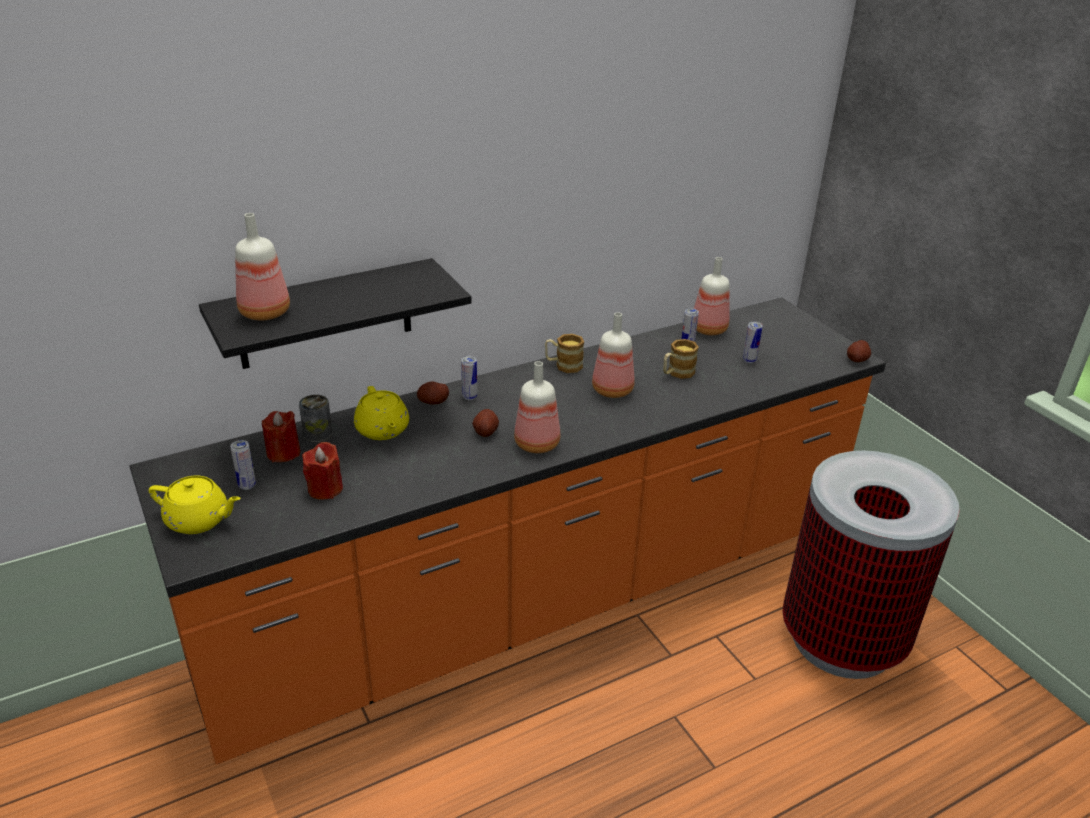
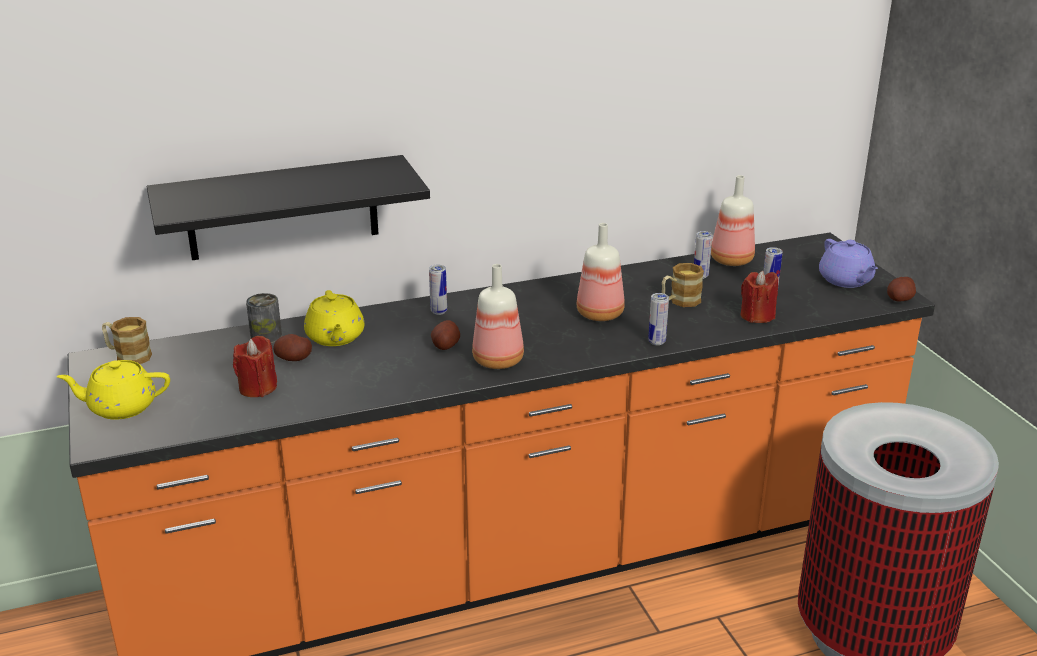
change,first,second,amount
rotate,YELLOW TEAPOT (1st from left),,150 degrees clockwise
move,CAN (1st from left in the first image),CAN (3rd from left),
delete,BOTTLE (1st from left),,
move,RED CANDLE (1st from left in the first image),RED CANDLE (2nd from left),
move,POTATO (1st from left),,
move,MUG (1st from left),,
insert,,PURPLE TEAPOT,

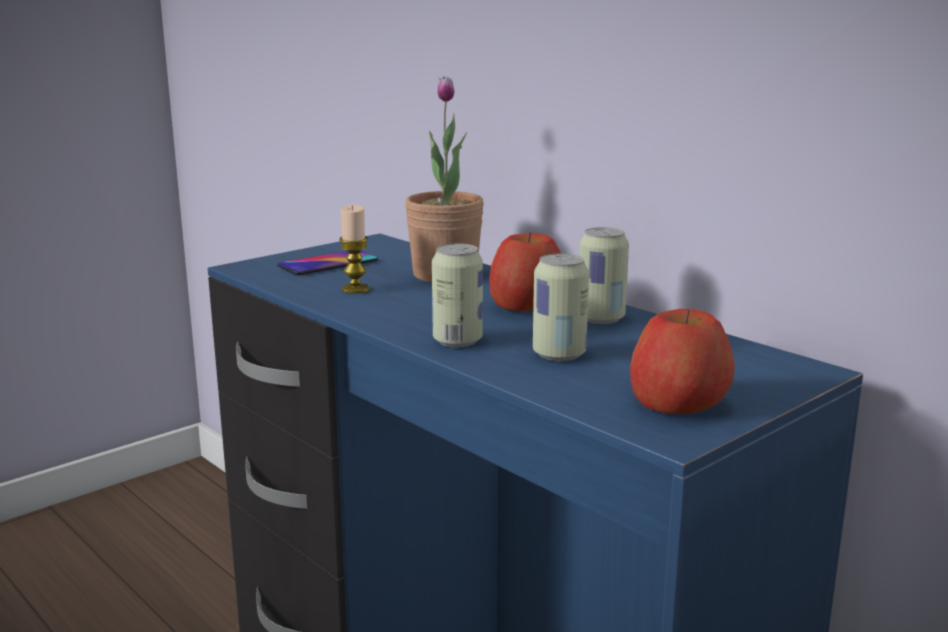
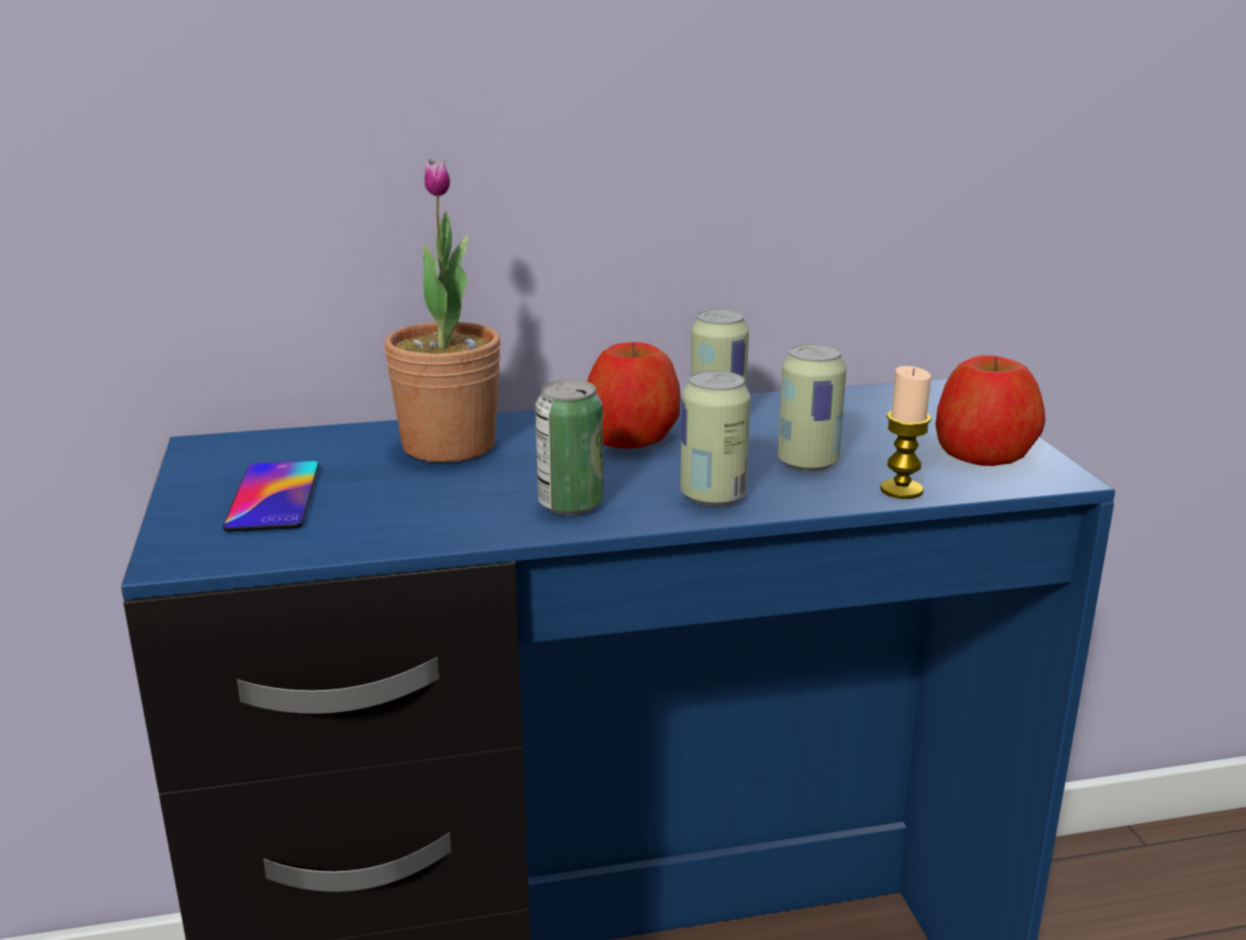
change,first,second,amount
move,CANDLE,,
insert,,CAN (1st from left),

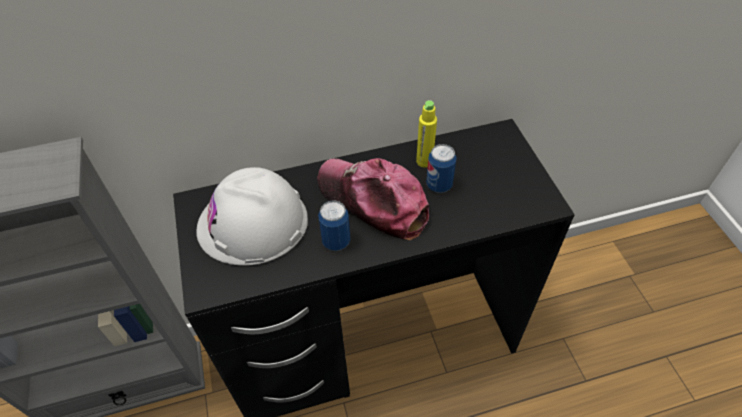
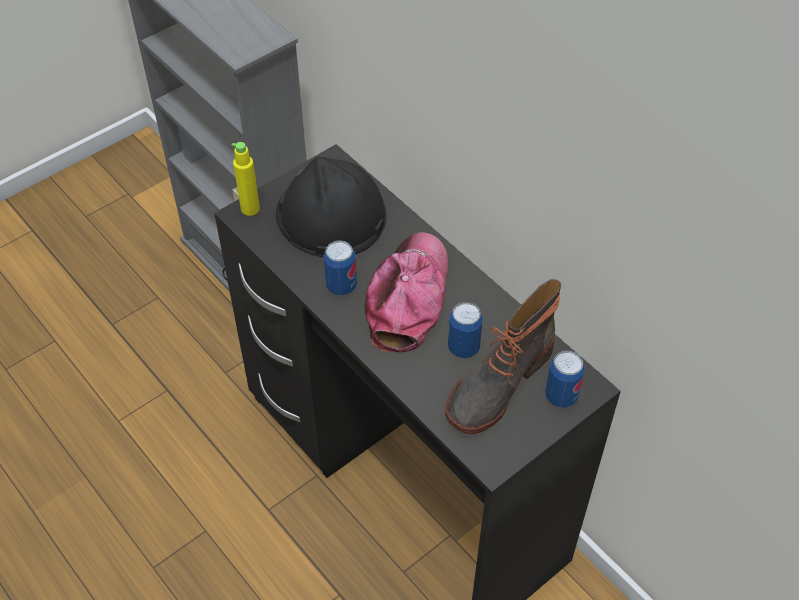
change,first,second,amount
recolor,WHITE HARD HAT,BLACK HARD HAT,
move,YELLOW BOTTLE,,
insert,,BOOT,
insert,,CAN (3rd from left),

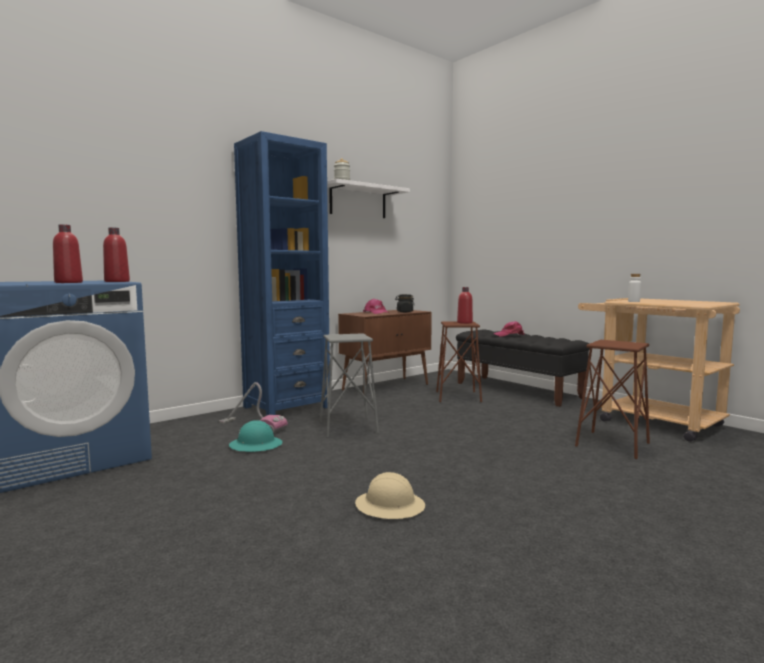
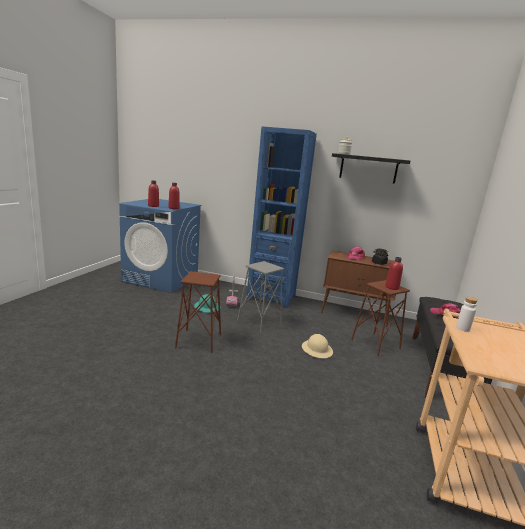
change,first,second,amount
recolor,WHITE SHELF,BLACK SHELF,
move,BEIGE HARD HAT,,
move,BROWN STOOL (2nd from left in the first image),BROWN STOOL (1st from left),

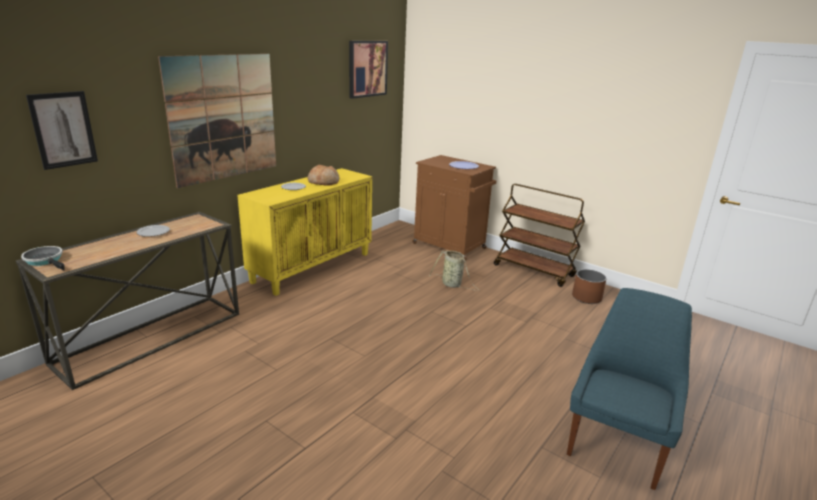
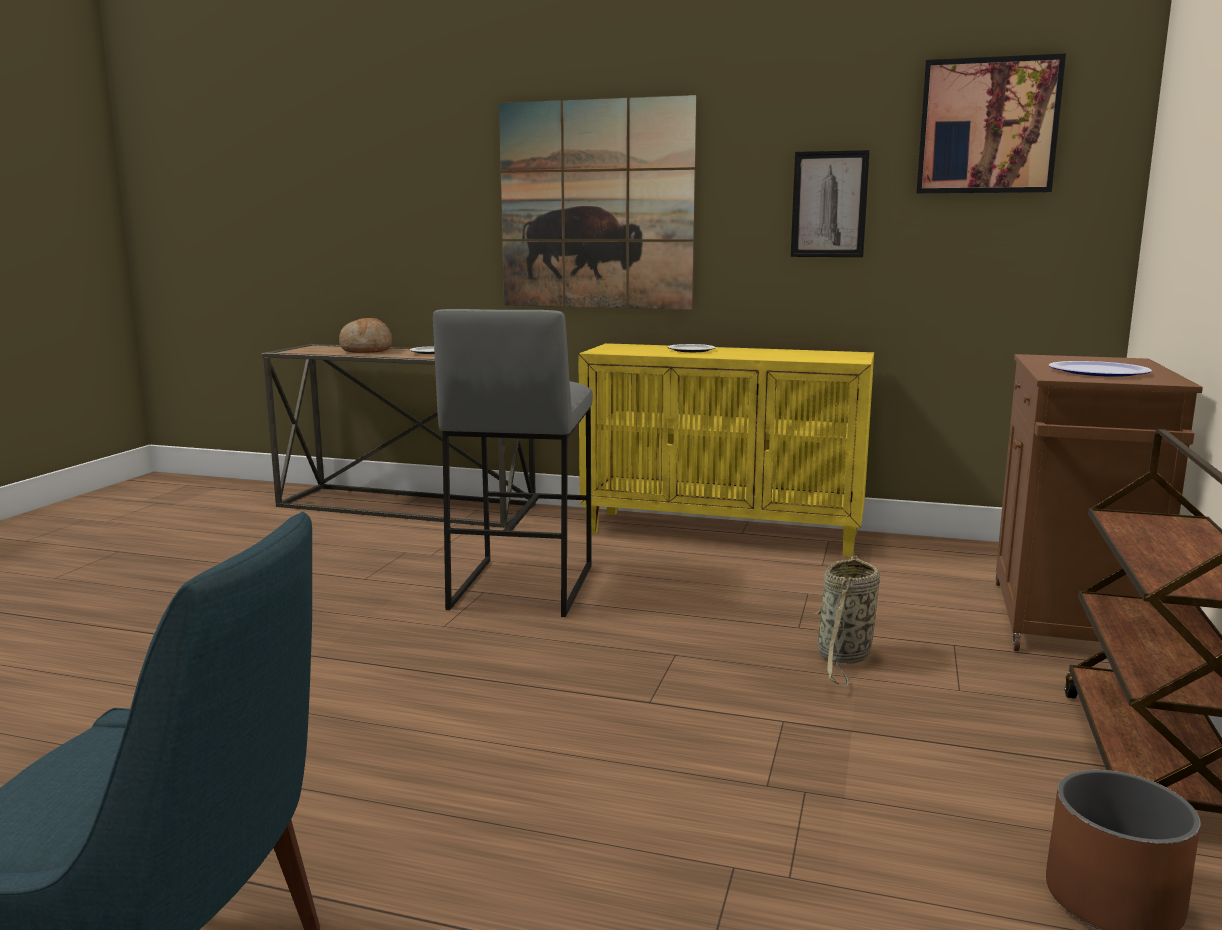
change,first,second,amount
delete,FRYING PAN,,
move,PICTURE (1st from left in the first image),PICTURE (2nd from left),
move,BREAD,,
insert,,GREY STOOL,

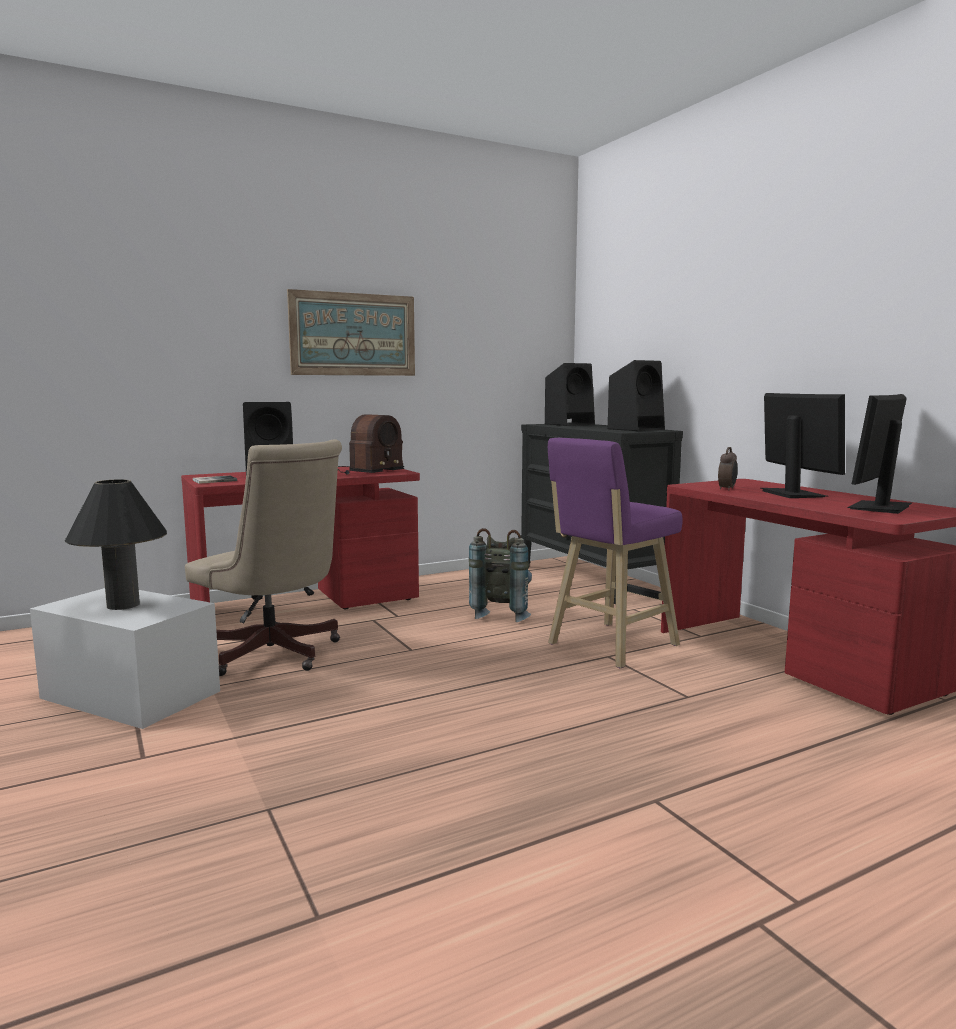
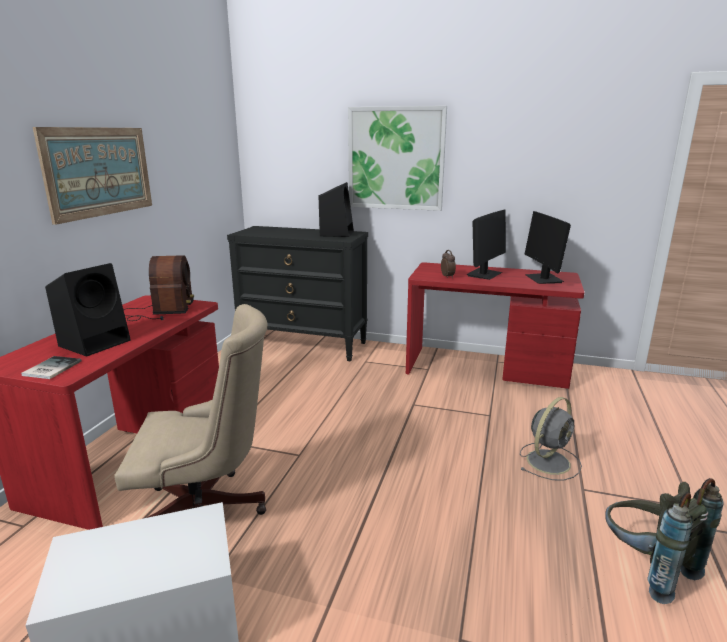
change,first,second,amount
delete,BLACK TABLE LAMP,,
move,GREY BACKPACK,,
delete,BLACK SPEAKER (2nd from left),,
delete,PURPLE STOOL,,
rotate,MONITOR (1st from left),,90 degrees clockwise
insert,,PICTURE (2nd from left),
insert,,GREY FAN,

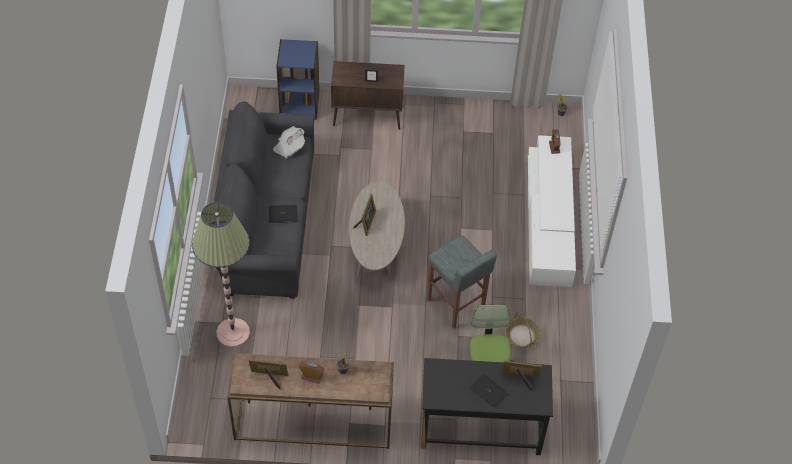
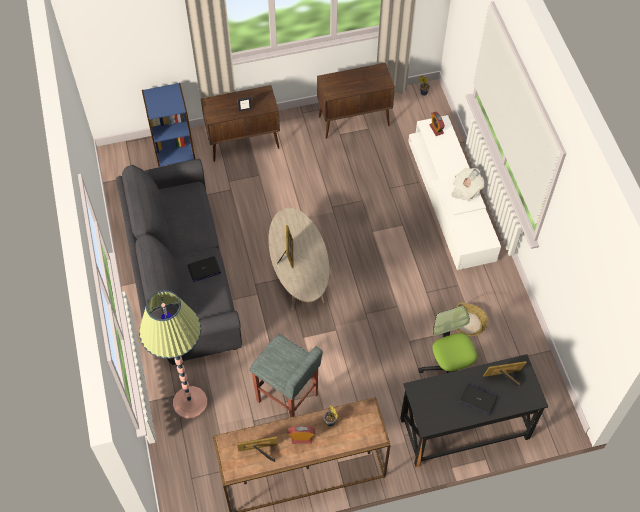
change,first,second,amount
move,NEWSPAPER,,
move,GREY STOOL,,
insert,,BROWN CABINET (2nd from left),

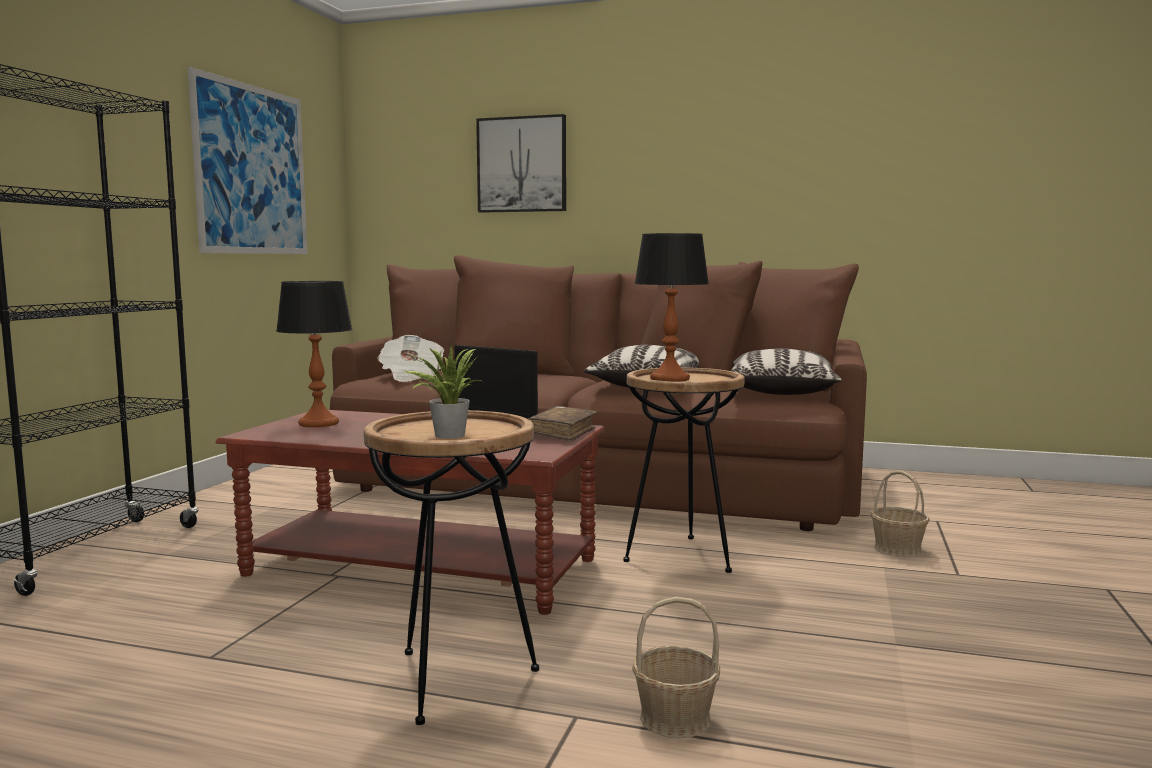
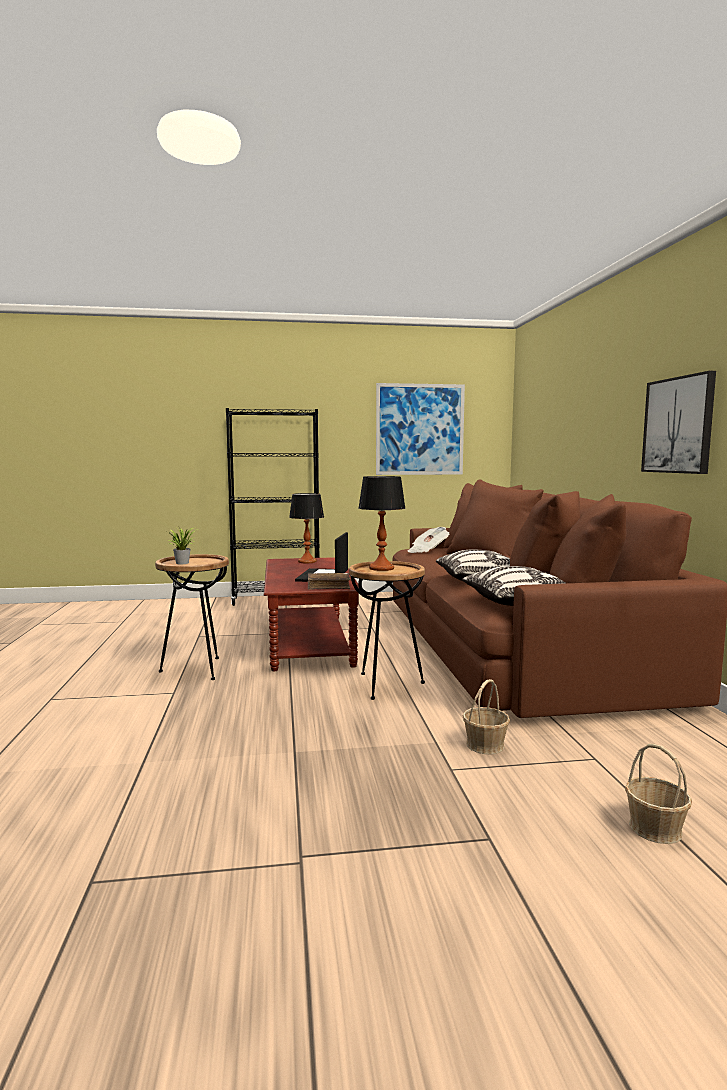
change,first,second,amount
move,PICTURE (2nd from left),,
move,BASKET (1st from left in the first image),BASKET (2nd from left),

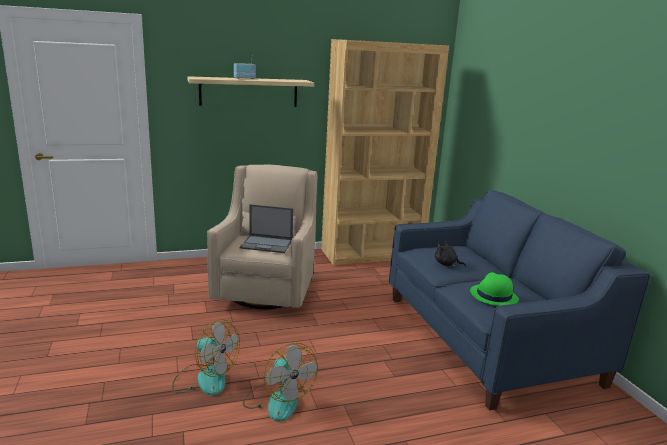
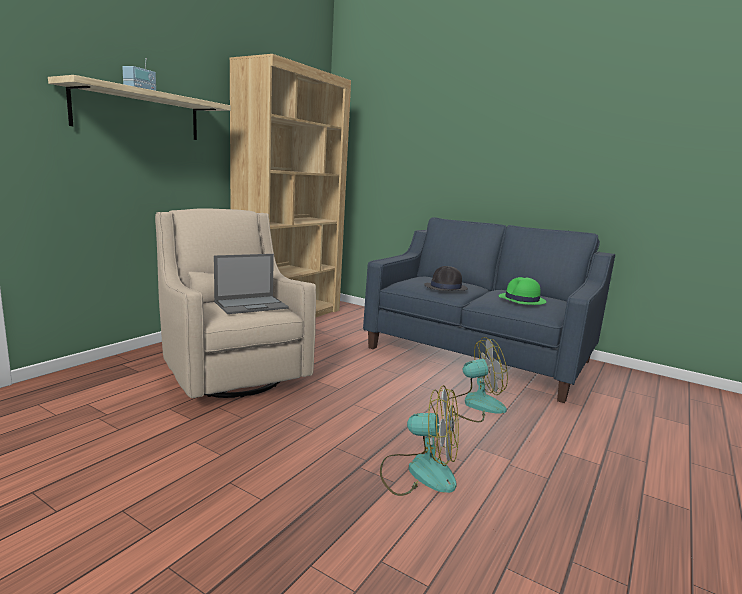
change,first,second,amount
move,FAN (1st from left in the first image),FAN (2nd from left),
replace,BLACK PLUSH TOY,BLACK HAT,

